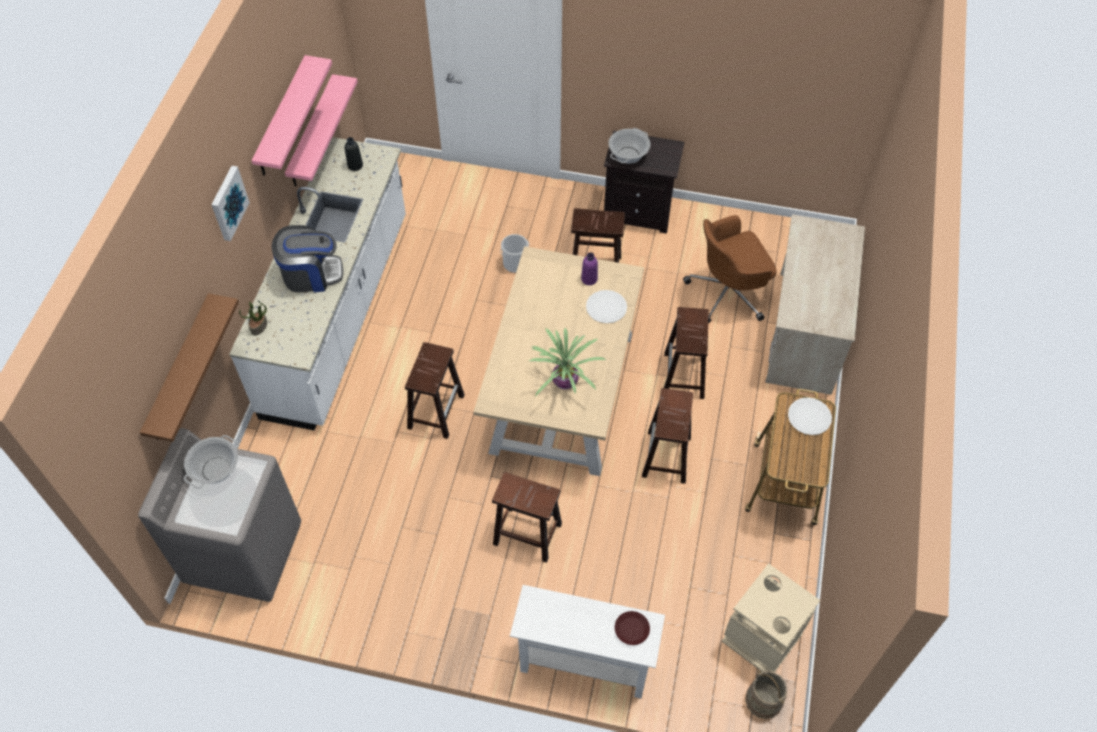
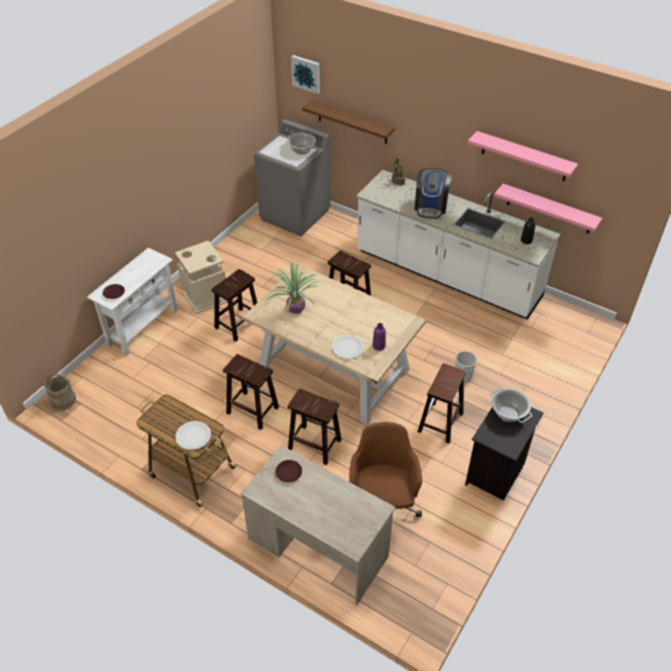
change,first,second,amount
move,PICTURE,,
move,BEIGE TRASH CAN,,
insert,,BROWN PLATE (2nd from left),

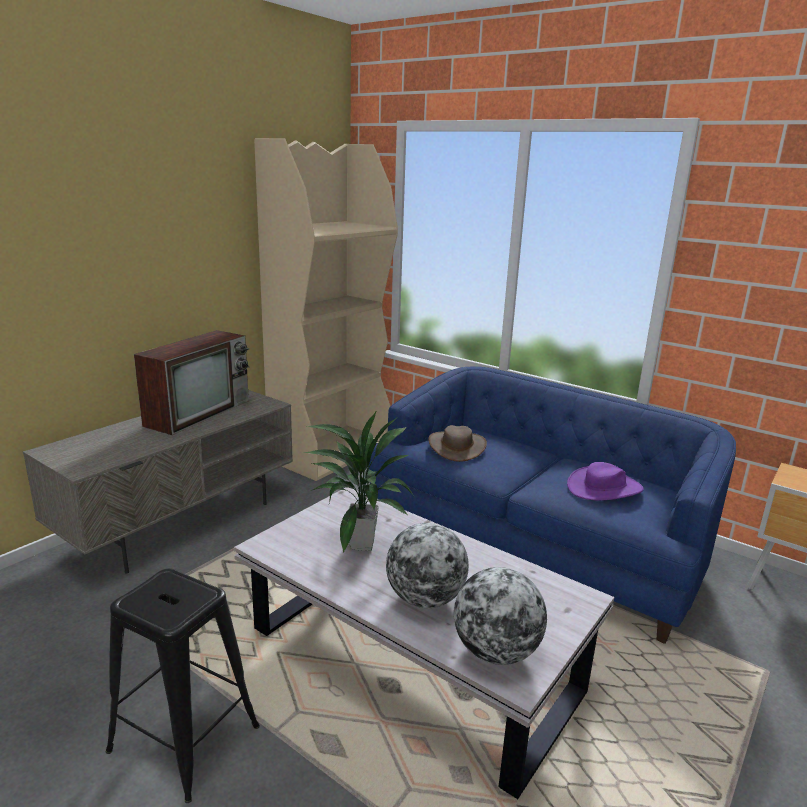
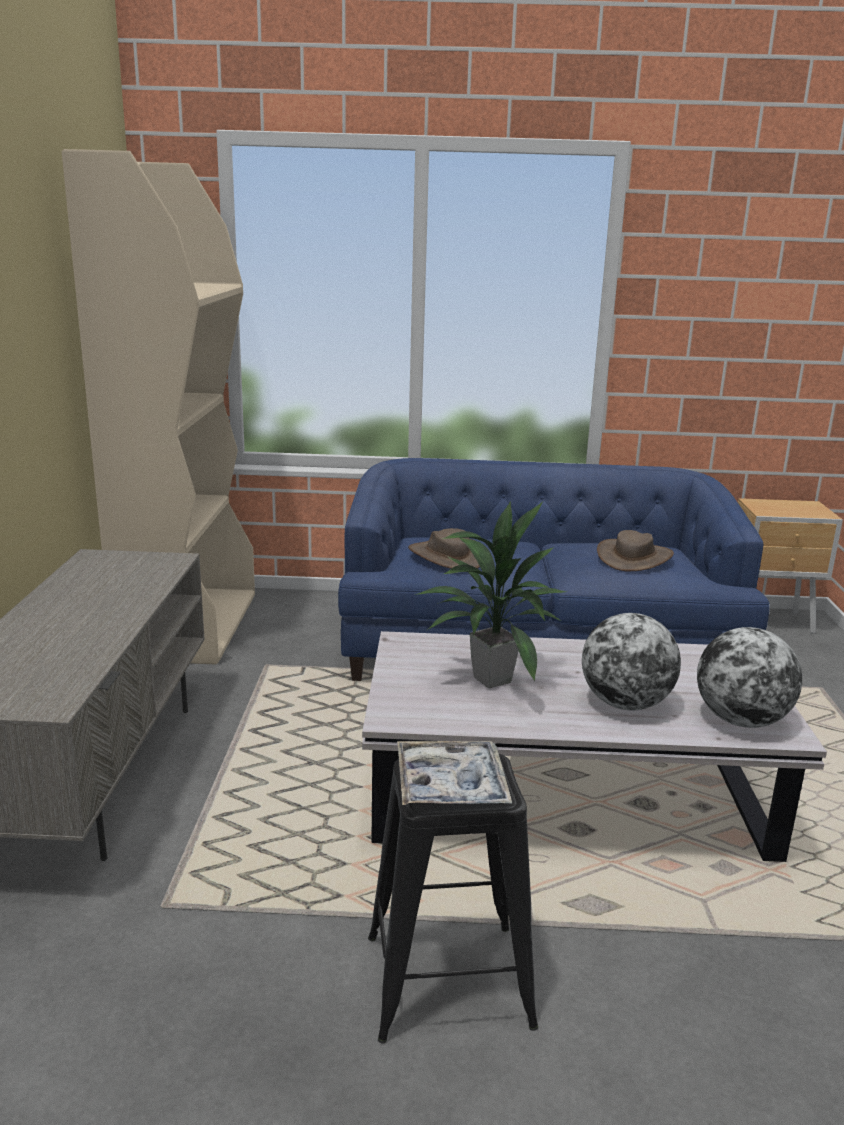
change,first,second,amount
delete,TELEVISION,,
recolor,PURPLE HAT,BROWN HAT (2nd from left),
insert,,TRAY,

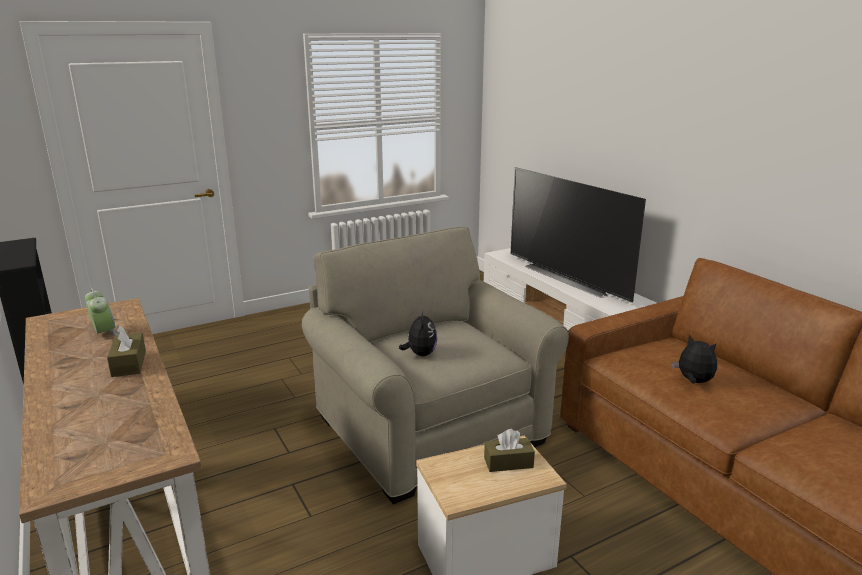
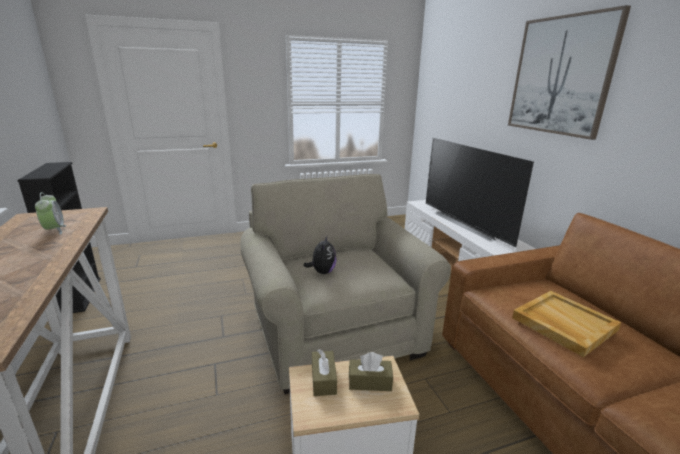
change,first,second,amount
move,BROWN TISSUE BOX (1st from left),,
replace,PLUSH TOY (2nd from left),BEIGE TRAY,
insert,,PICTURE,

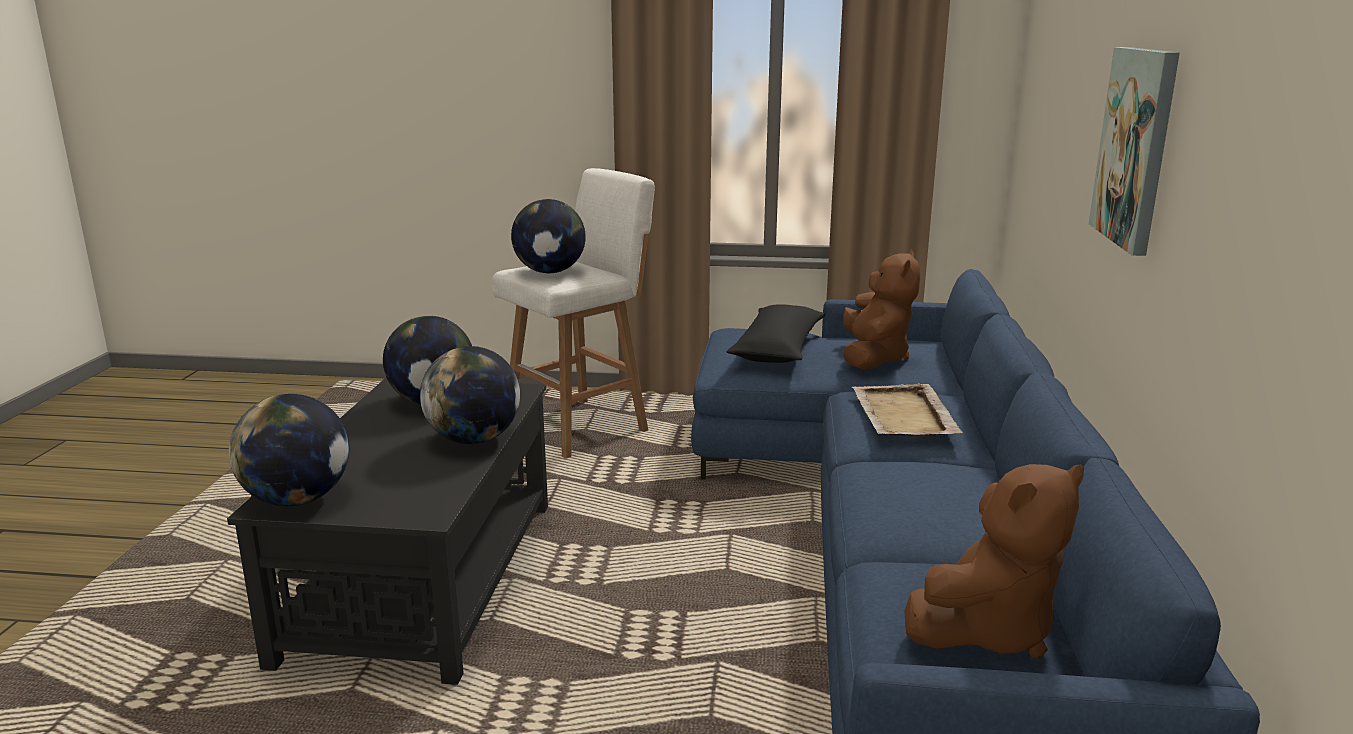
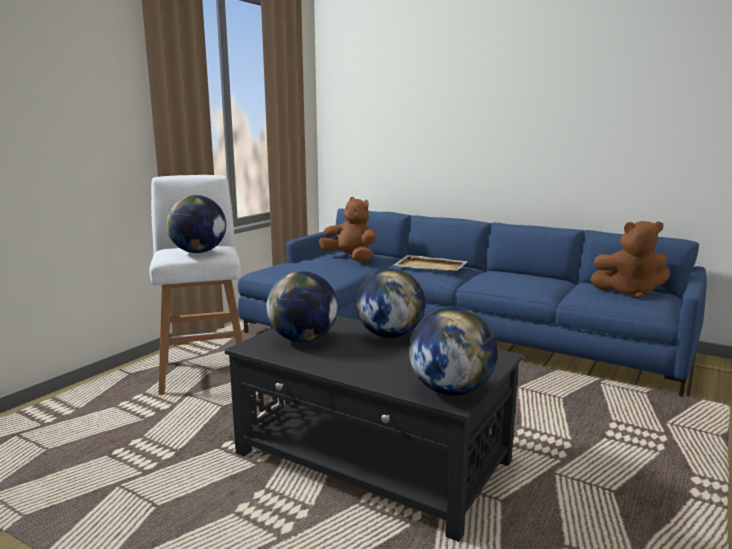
change,first,second,amount
delete,BLACK PILLOW,,
rotate,BROWN PLUSH TOY (2nd from left),,105 degrees clockwise
delete,PICTURE,,

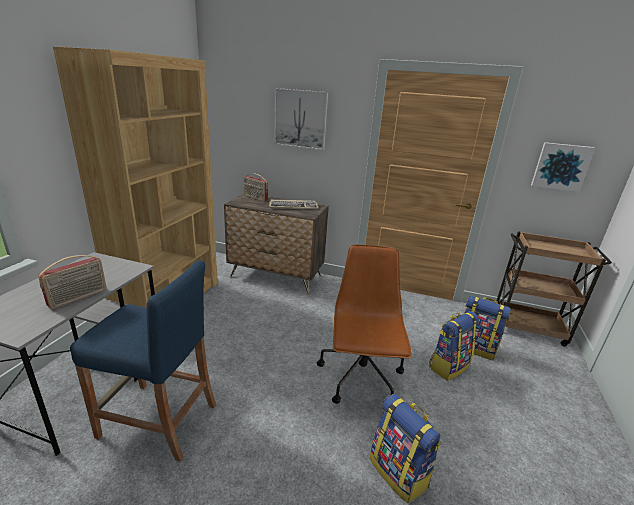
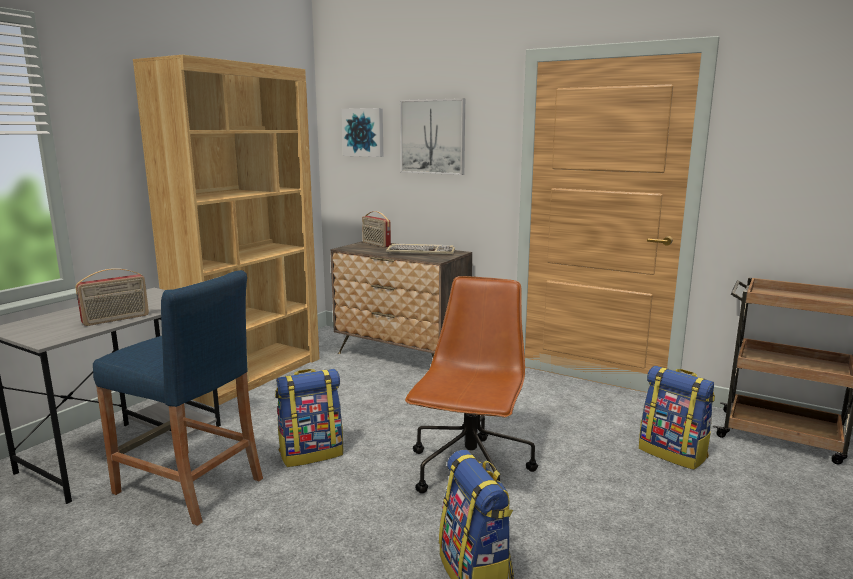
change,first,second,amount
move,BACKPACK (2nd from left in the first image),BACKPACK (1st from left),
move,PICTURE (2nd from left in the first image),PICTURE (1st from left),

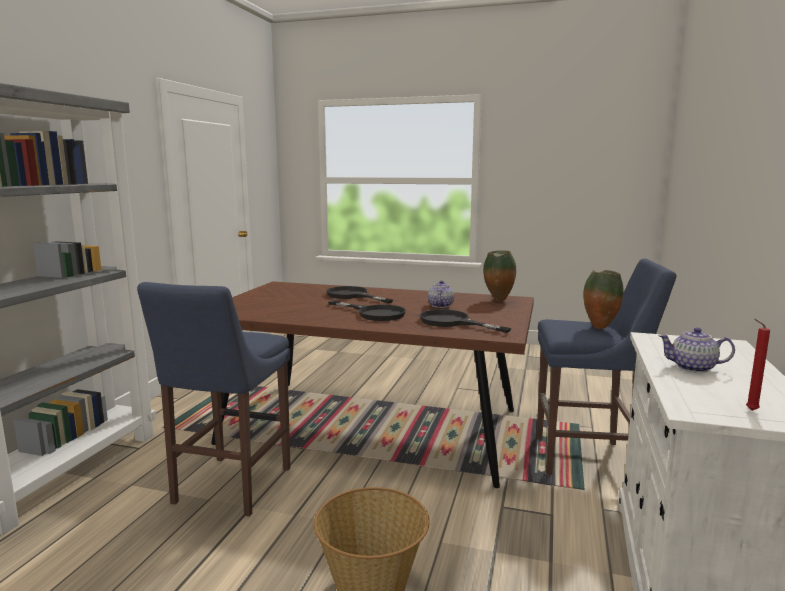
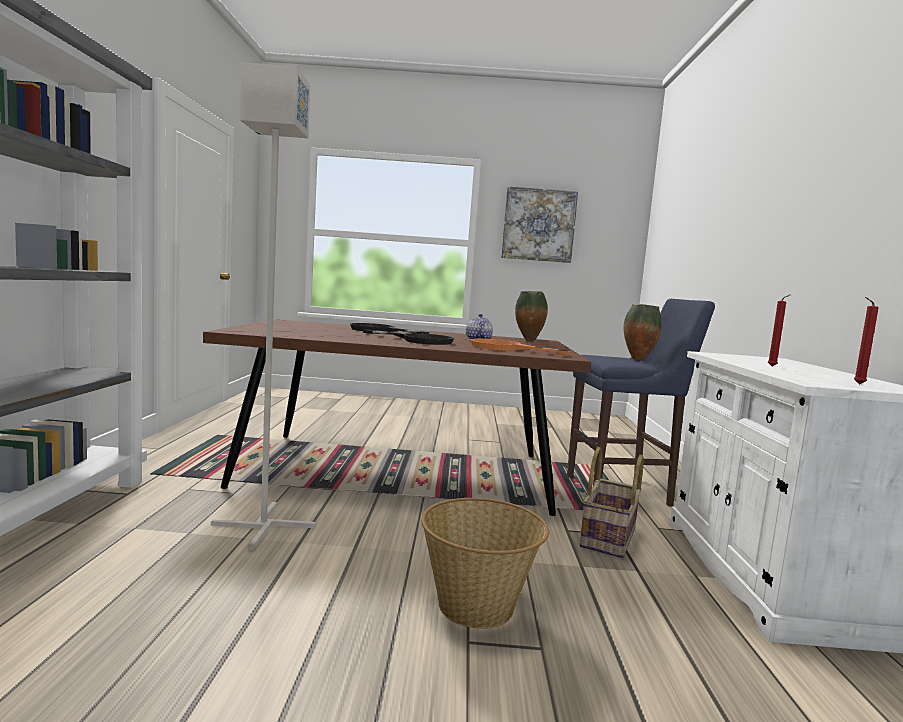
change,first,second,amount
replace,BLUE STOOL (1st from left),GREY FLOOR LAMP,
recolor,BLACK FRYING PAN (3rd from left),ORANGE FRYING PAN,
replace,TEAPOT (2nd from left),RED CANDLE (1st from left),
insert,,PICTURE,
insert,,BASKET (2nd from left),

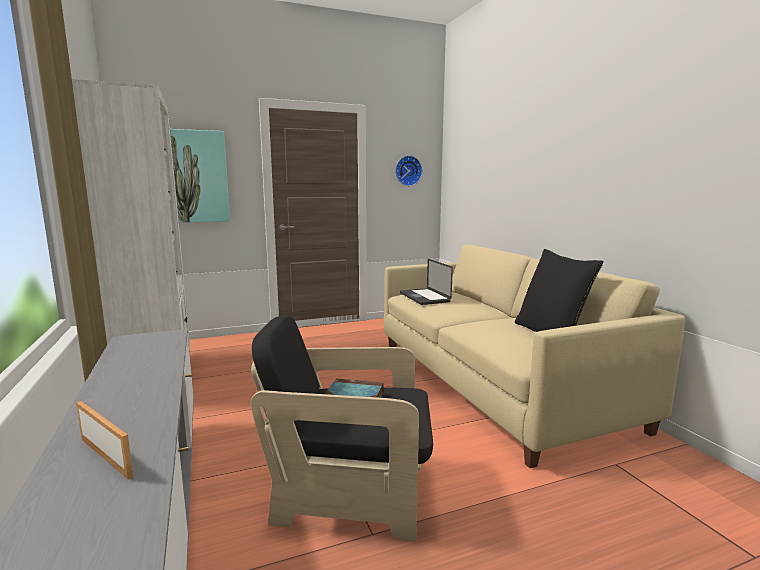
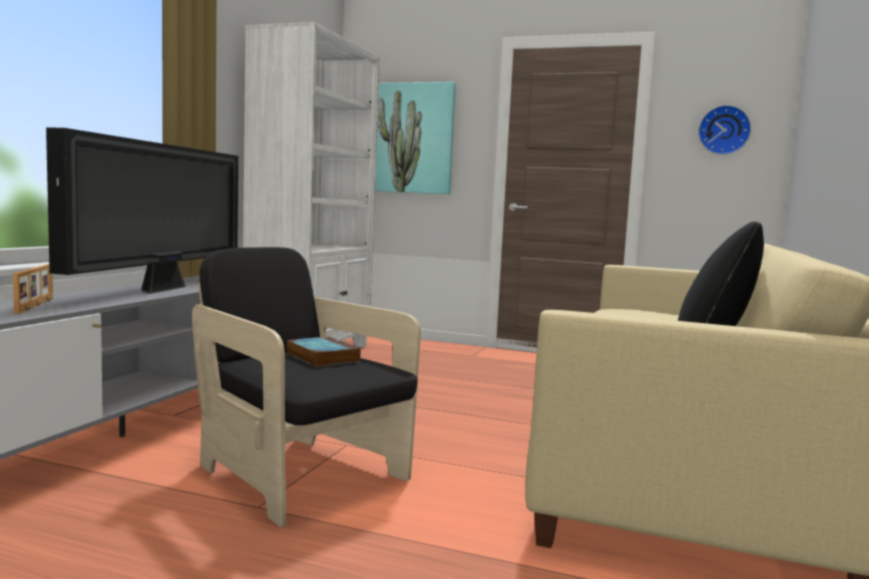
change,first,second,amount
delete,LAPTOP,,
insert,,TELEVISION,

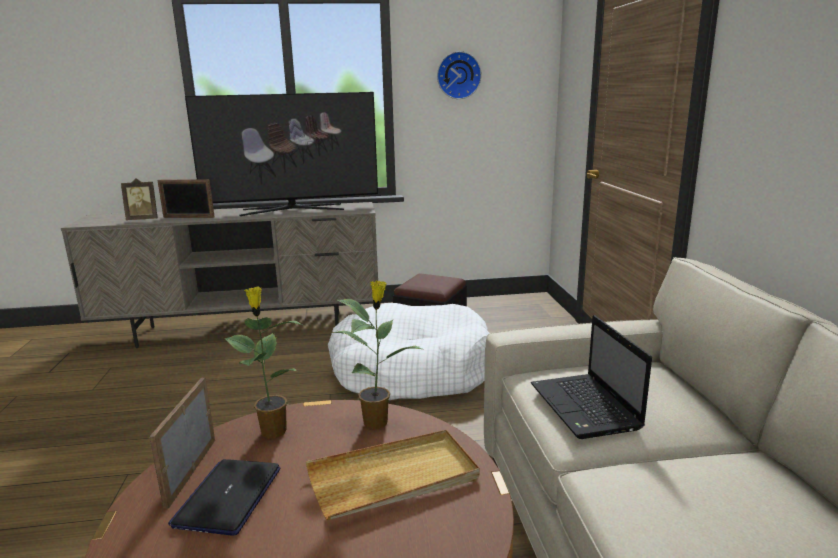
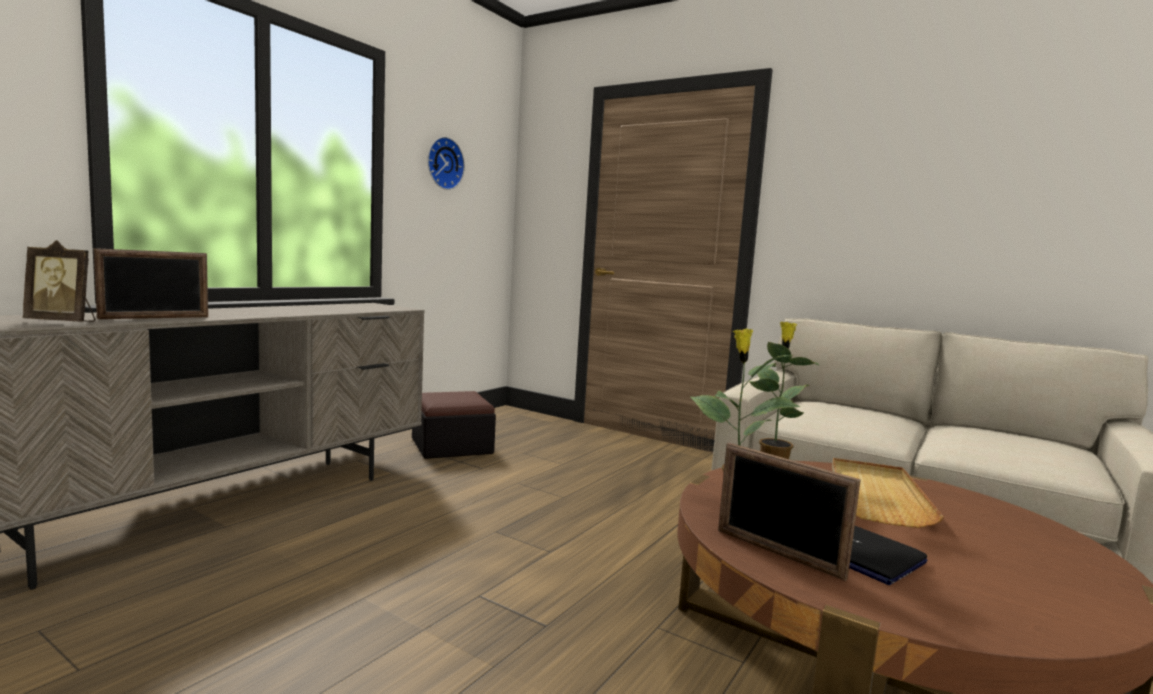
change,first,second,amount
rotate,PICTURE FRAME (1st from left),,60 degrees clockwise
delete,TELEVISION,,
delete,WHITE DOG BED,,
delete,LAPTOP (2nd from left),,

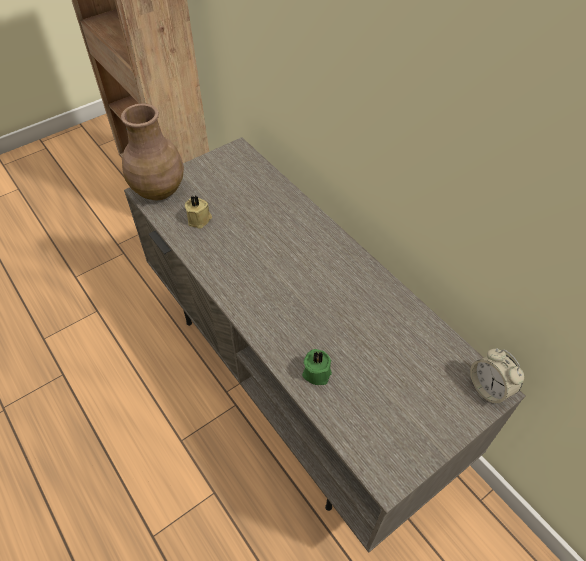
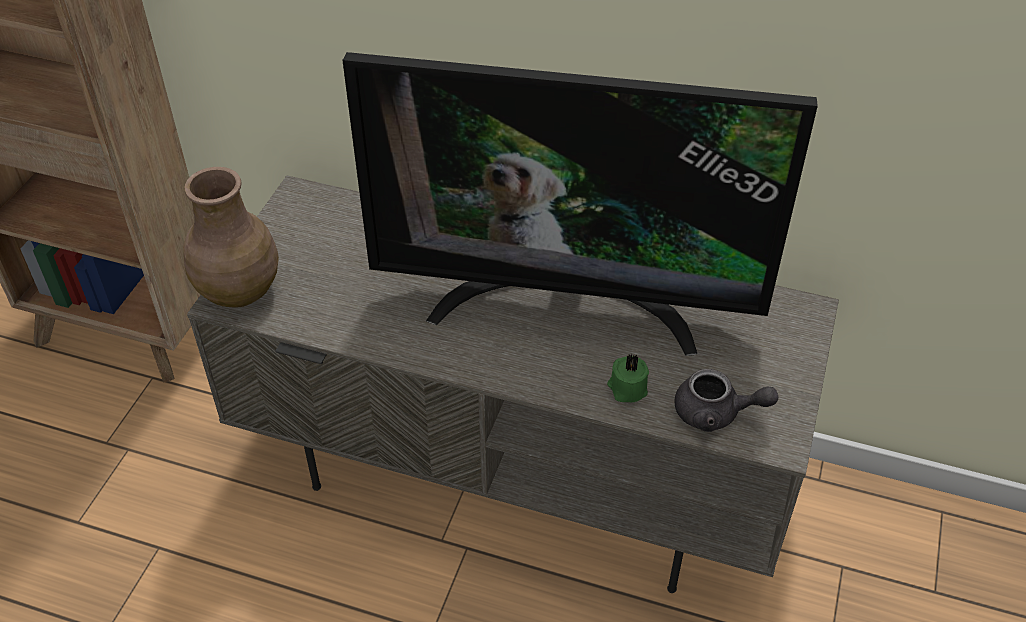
change,first,second,amount
delete,BEIGE CANDLE,,
delete,ALARM CLOCK,,
insert,,TELEVISION,
insert,,GREY TEAPOT,

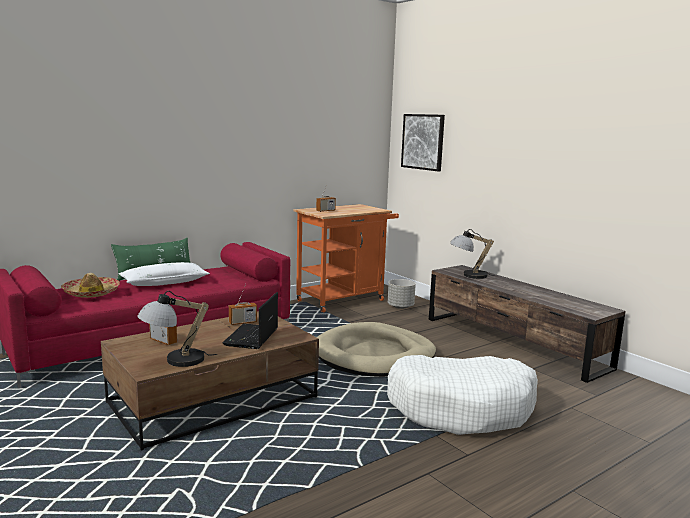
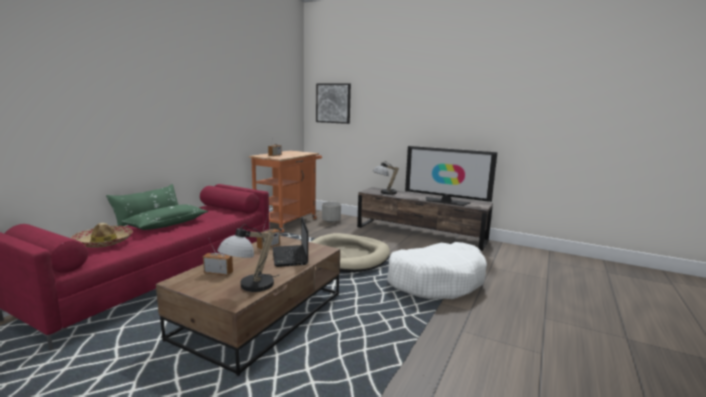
change,first,second,amount
recolor,WHITE PILLOW,GREEN PILLOW (2nd from left),
insert,,TELEVISION,

